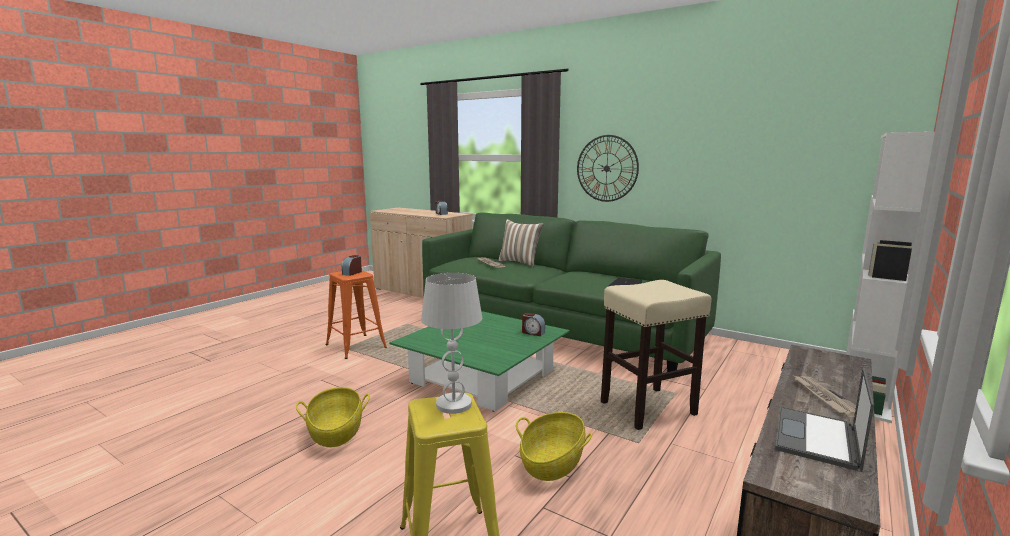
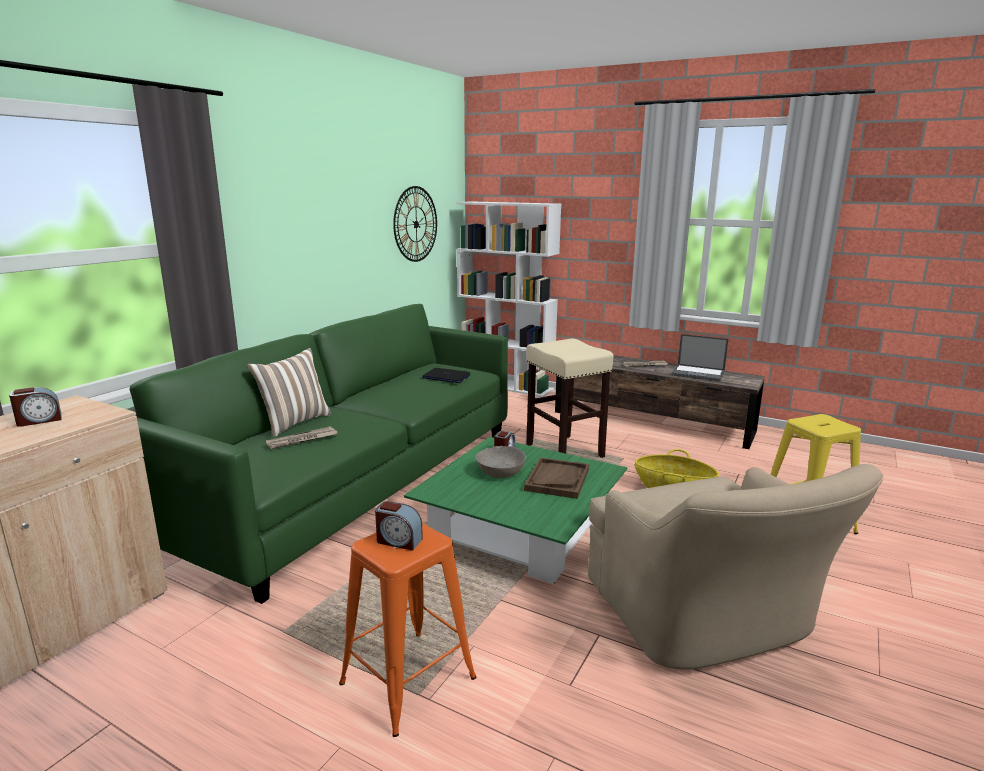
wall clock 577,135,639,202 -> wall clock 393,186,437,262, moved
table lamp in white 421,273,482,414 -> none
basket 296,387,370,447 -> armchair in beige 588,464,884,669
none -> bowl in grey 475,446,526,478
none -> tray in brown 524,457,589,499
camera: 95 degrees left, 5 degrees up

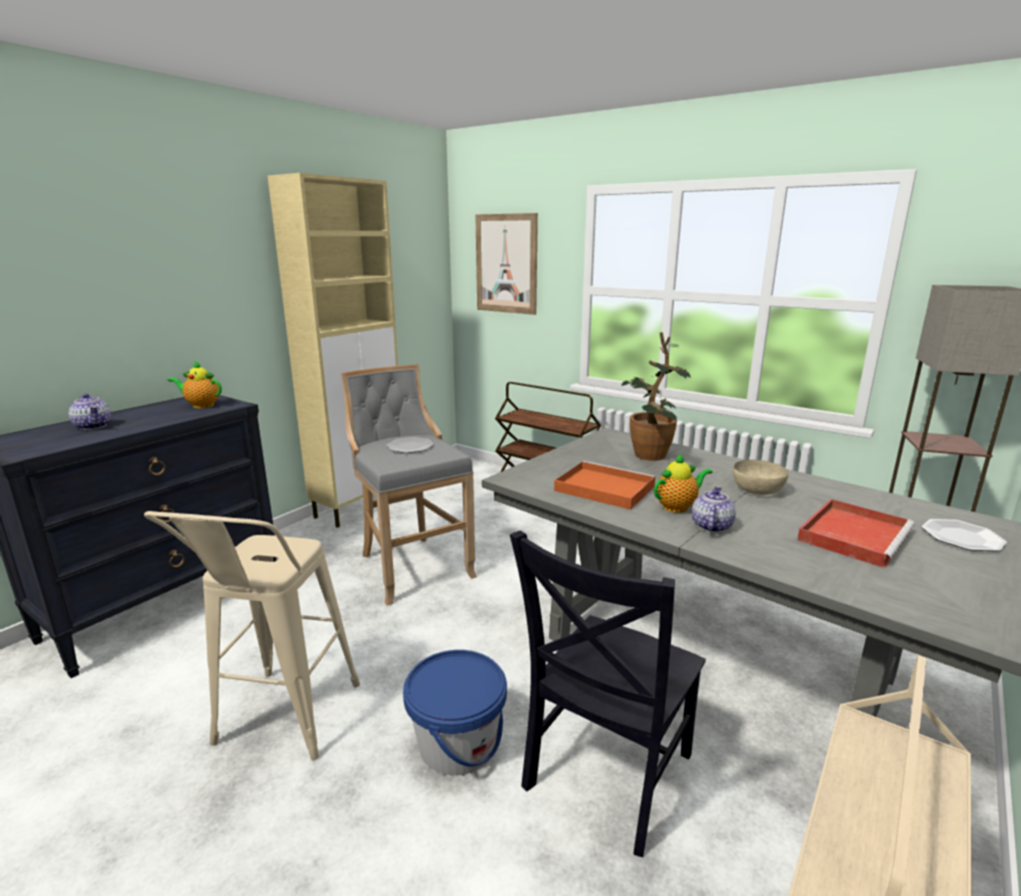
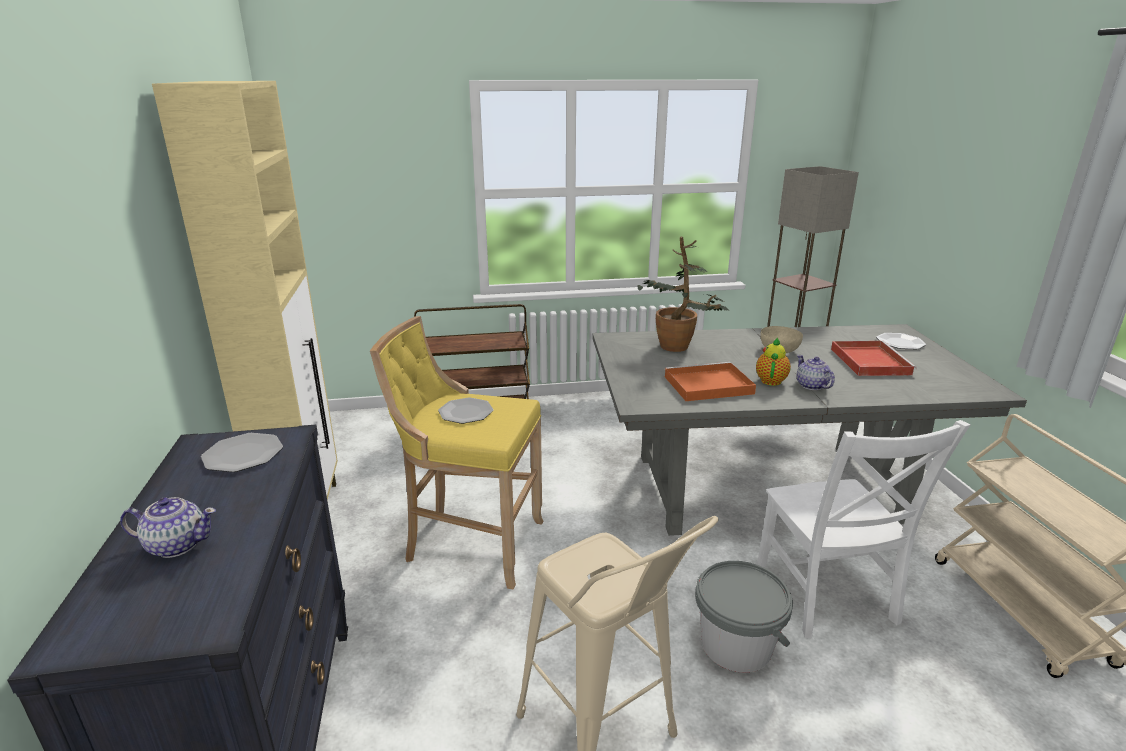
picture 475,213,538,315 -> none
teapot 168,361,222,408 -> plate 201,433,283,472
stool in grey 341,364,477,606 -> stool in yellow 370,316,543,590
chair in black 510,530,706,857 -> chair in white 757,420,970,638
bucket in blue 403,650,507,776 -> bucket in grey 695,561,793,673
camera: 45 degrees left, 5 degrees up

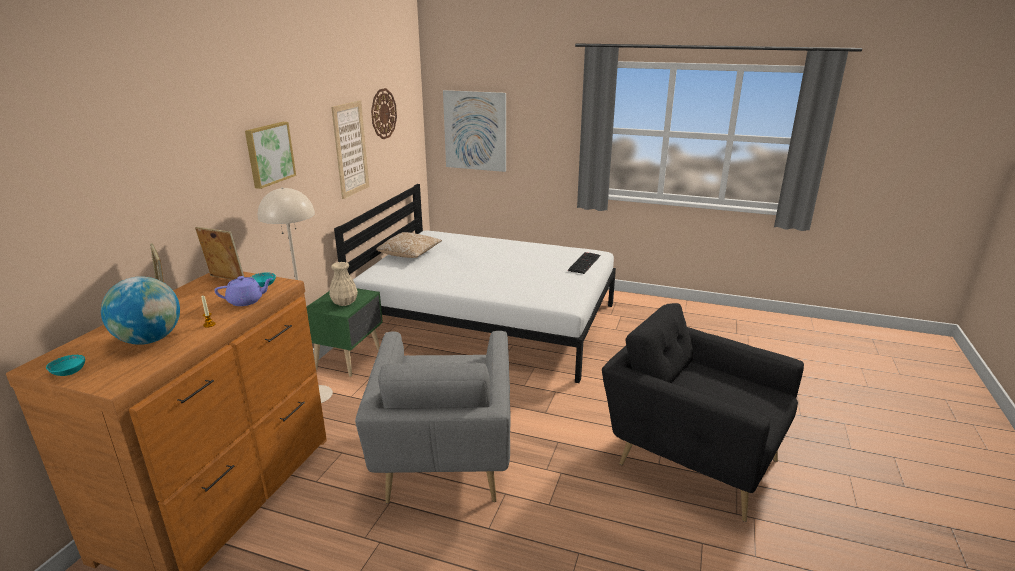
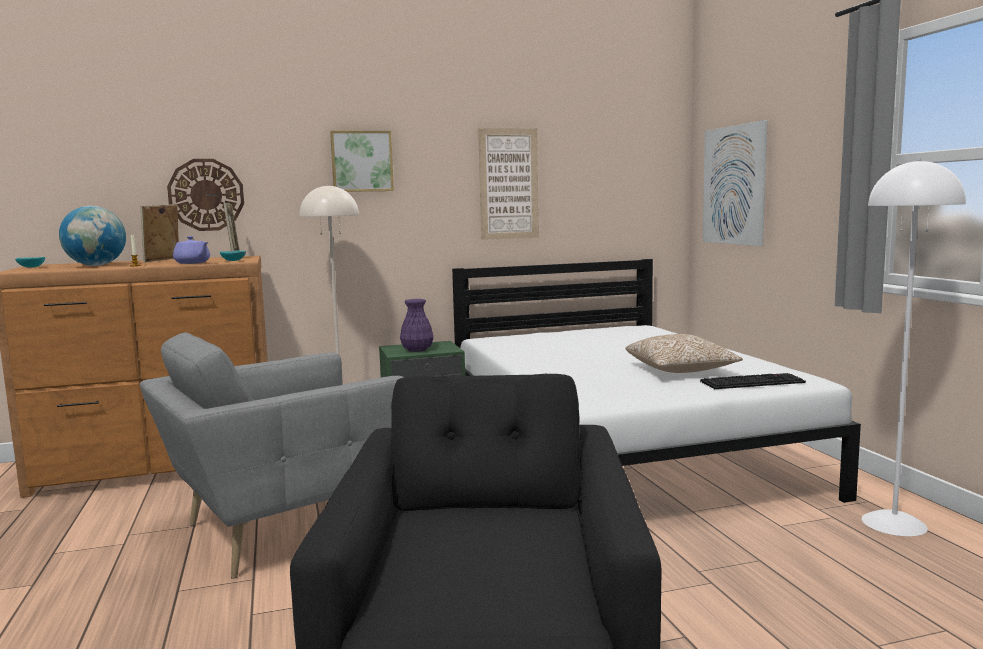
wall clock 371,88,397,139 -> wall clock 167,159,244,231, moved
pillow 376,232,442,258 -> pillow 626,334,743,373, moved
vase in beige 329,262,358,306 -> vase in purple 400,299,434,352
none -> floor lamp in white 862,159,966,536
camera: 55 degrees right, 15 degrees down

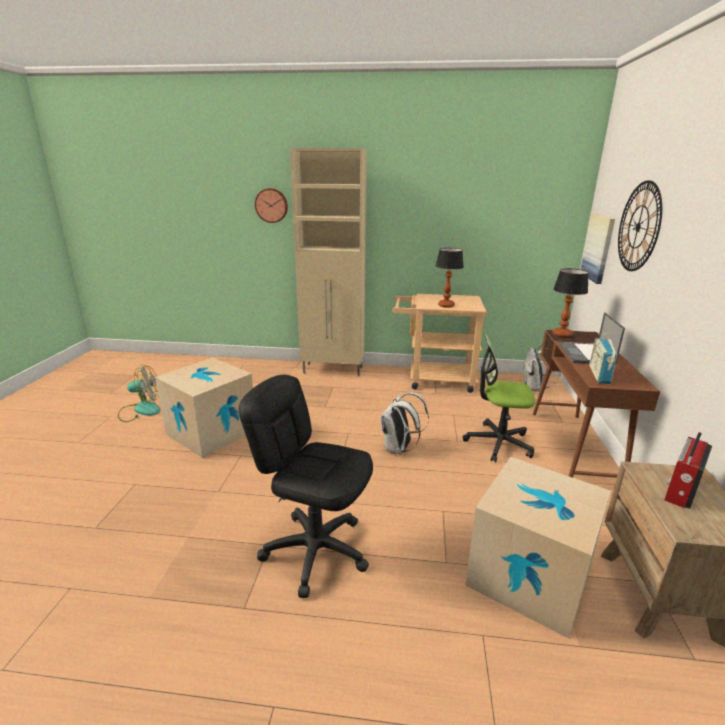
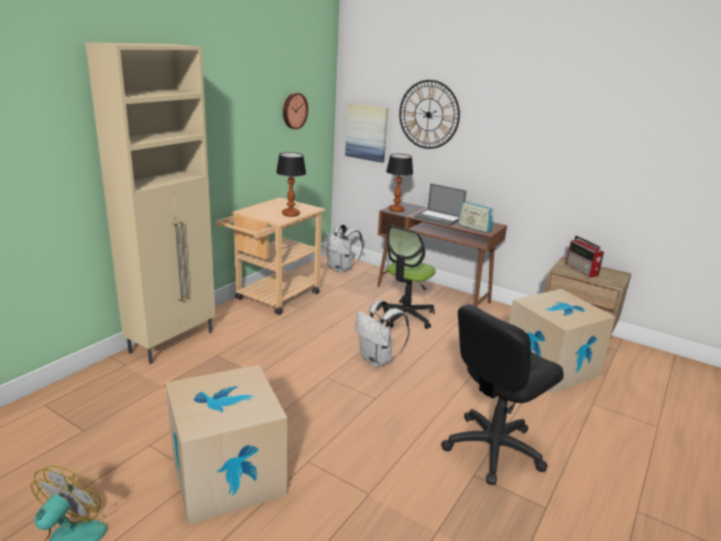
wall clock 255,188,288,223 -> wall clock 283,93,308,129, moved
camera: 65 degrees left, 0 degrees up

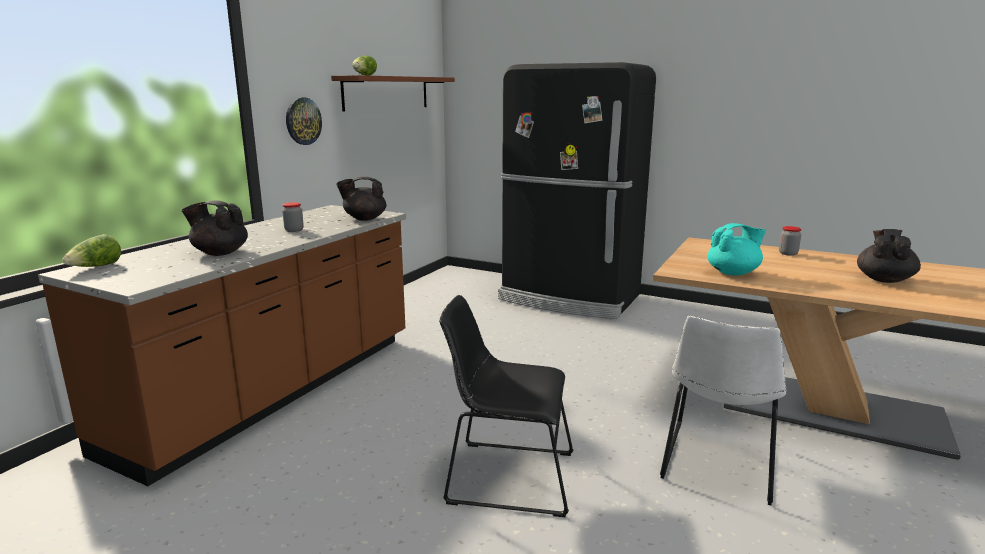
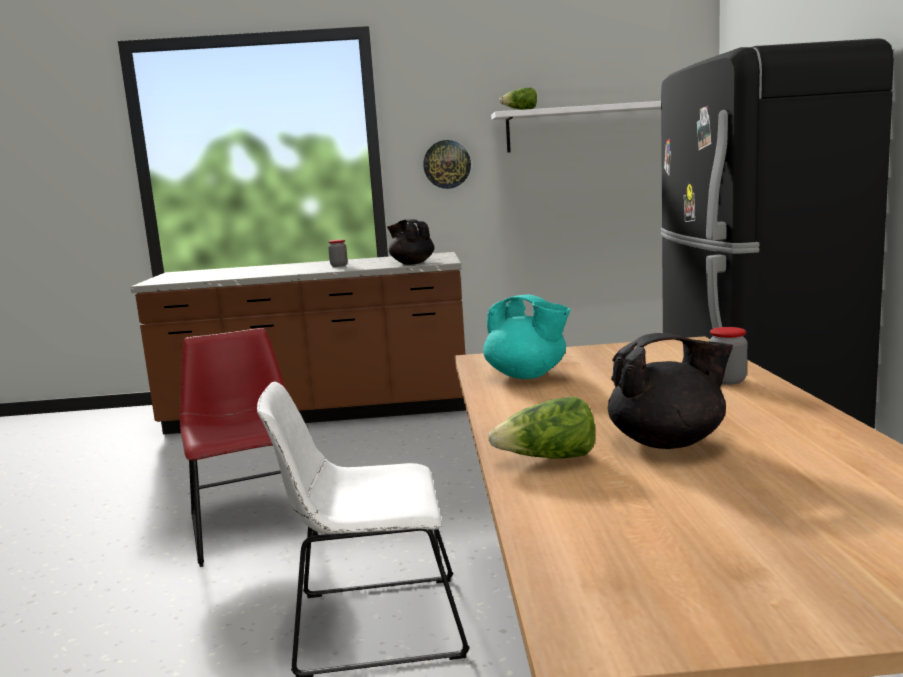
shelf in brown 331,75,455,112 -> shelf in white 491,101,661,153
teapot in black 182,200,248,256 -> none
lettuce 62,234,121,267 -> lettuce 488,396,595,459, moved
chair in black 439,295,574,518 -> chair in red 180,328,318,567
camera: 60 degrees right, 5 degrees down

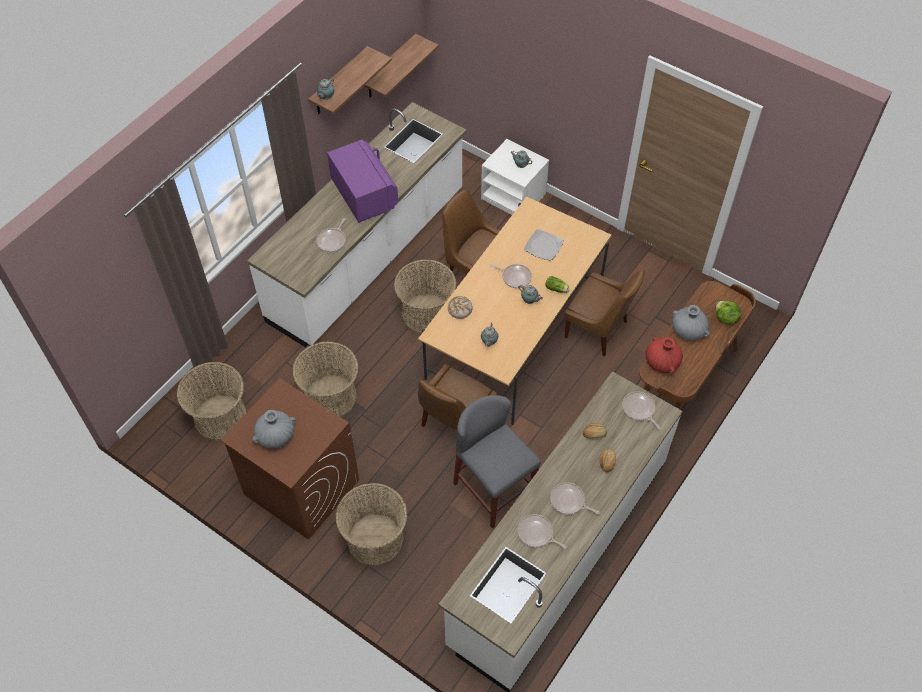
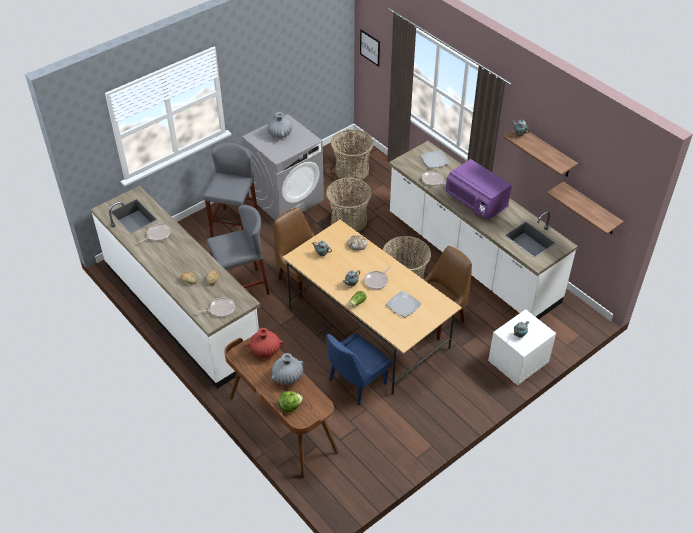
microwave in purple 327,139,398,223 -> microwave in purple 445,159,512,219, 60 degrees clockwise
chair in brown 565,269,644,356 -> chair in blue 326,332,391,405
washing machine in brown 221,378,359,540 -> washing machine in grey 242,114,324,220
frying pan 550,482,600,514 -> none
basket 335,483,407,567 -> stool in grey 203,143,258,237
none -> picture 360,29,380,67
none -> plate 421,150,450,168
camera: 105 degrees right, 10 degrees down

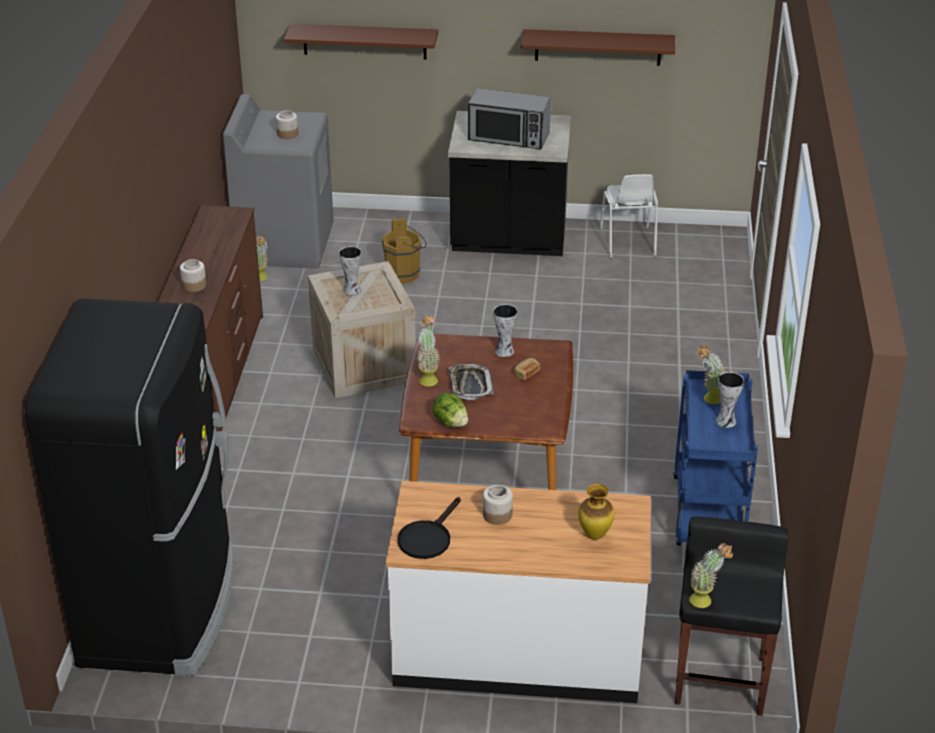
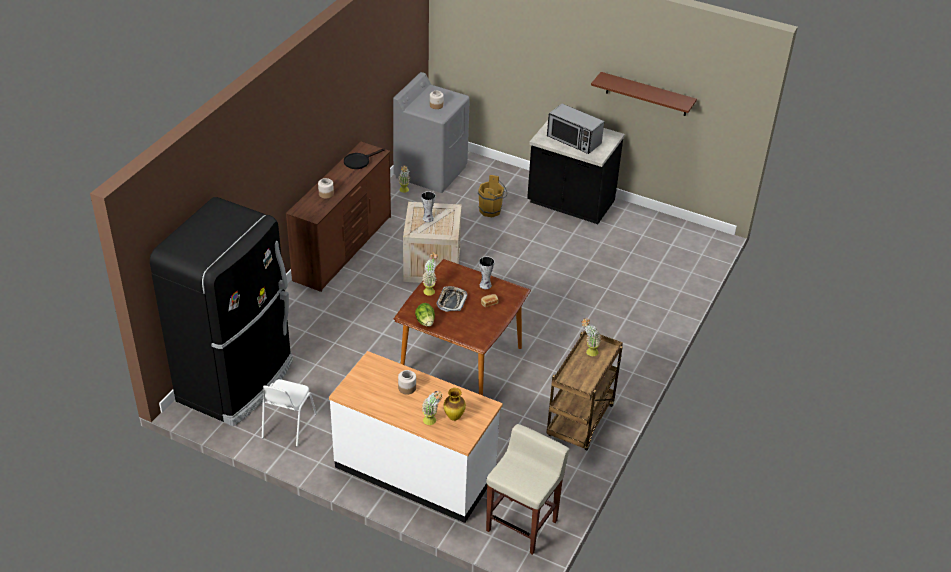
shelf in brown 284,24,438,60 -> none
chair in white 600,174,658,258 -> chair in white 262,379,317,447, moved
cart in blue 673,370,758,546 -> cart in brown 546,330,623,450
vase 716,372,744,428 -> none
frying pan in black 398,497,461,559 -> frying pan in black 344,148,385,169, moved
stool in black 675,517,788,716 -> stool in beige 486,424,570,555
potted plant 689,543,733,608 -> potted plant 422,390,443,425, moved
camera: 20 degrees right, 5 degrees up

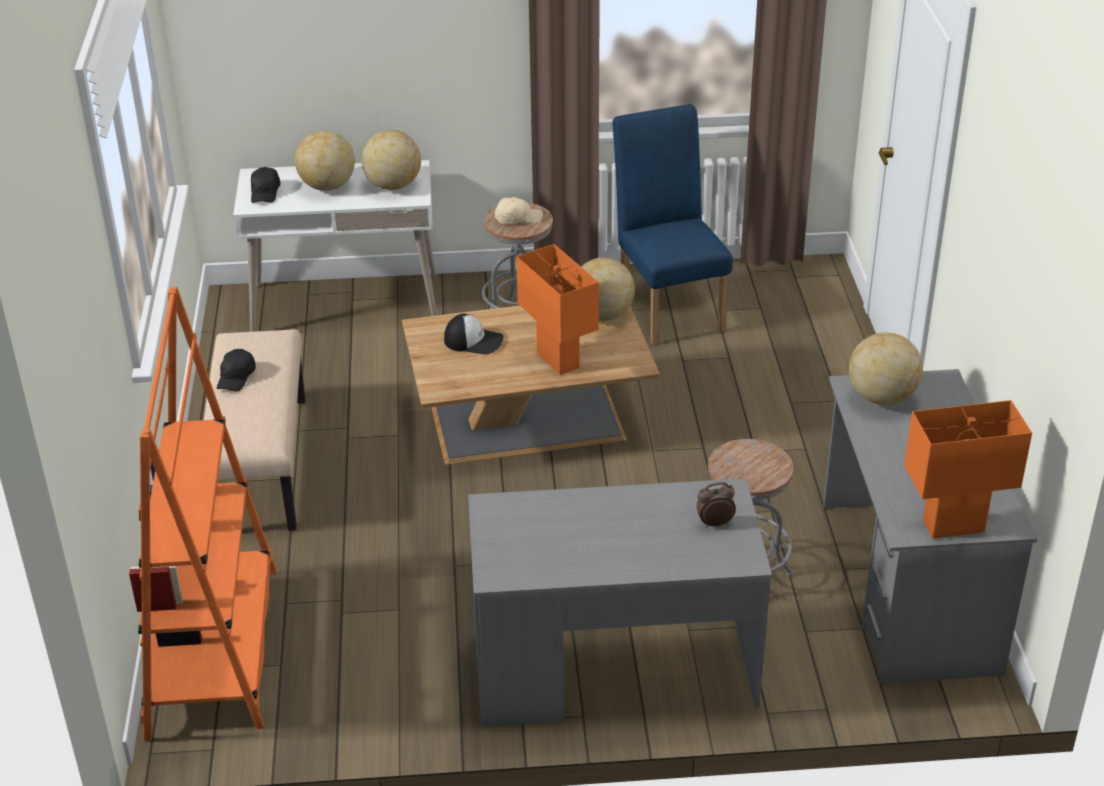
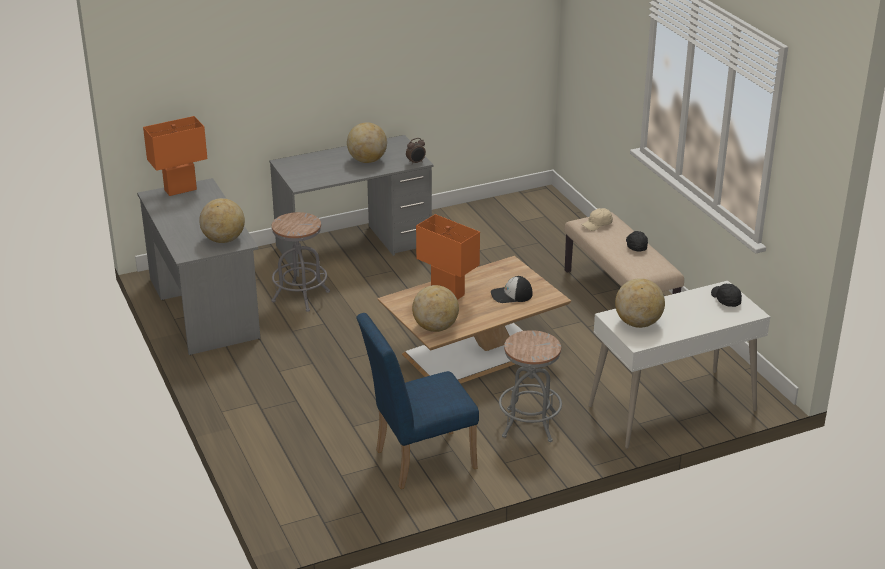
chair in blue 612,104,733,346 -> chair in blue 356,313,479,489, 105 degrees clockwise
globe 295,130,355,191 -> globe 347,122,387,163, moved
cap in beige 495,197,543,224 -> cap in beige 582,208,613,231, moved
bookcase in orange 129,287,277,741 -> none
alarm clock 697,482,736,528 -> alarm clock 406,138,426,165, moved
camera: 160 degrees right, 5 degrees down

